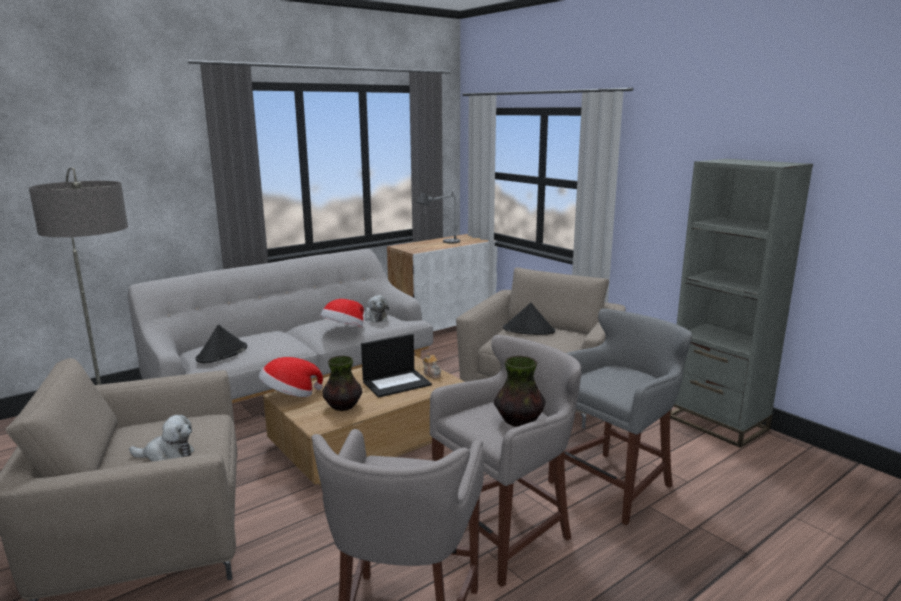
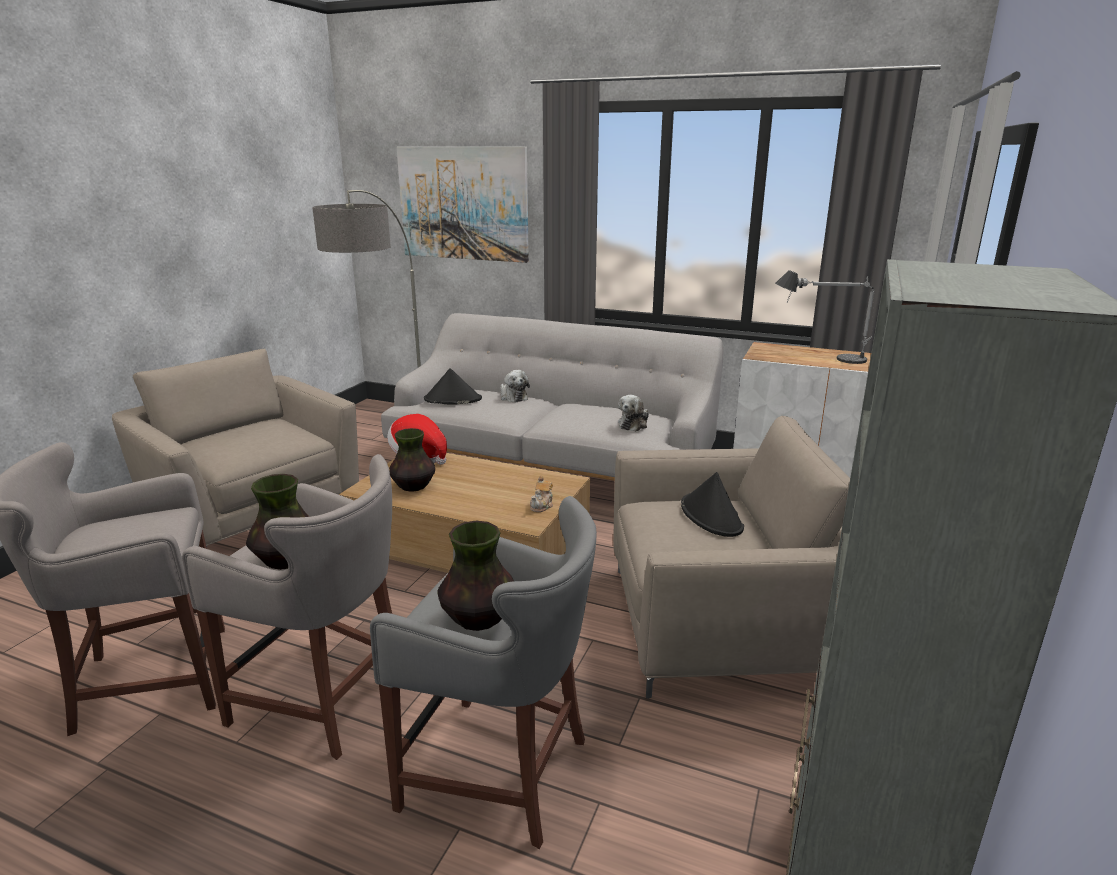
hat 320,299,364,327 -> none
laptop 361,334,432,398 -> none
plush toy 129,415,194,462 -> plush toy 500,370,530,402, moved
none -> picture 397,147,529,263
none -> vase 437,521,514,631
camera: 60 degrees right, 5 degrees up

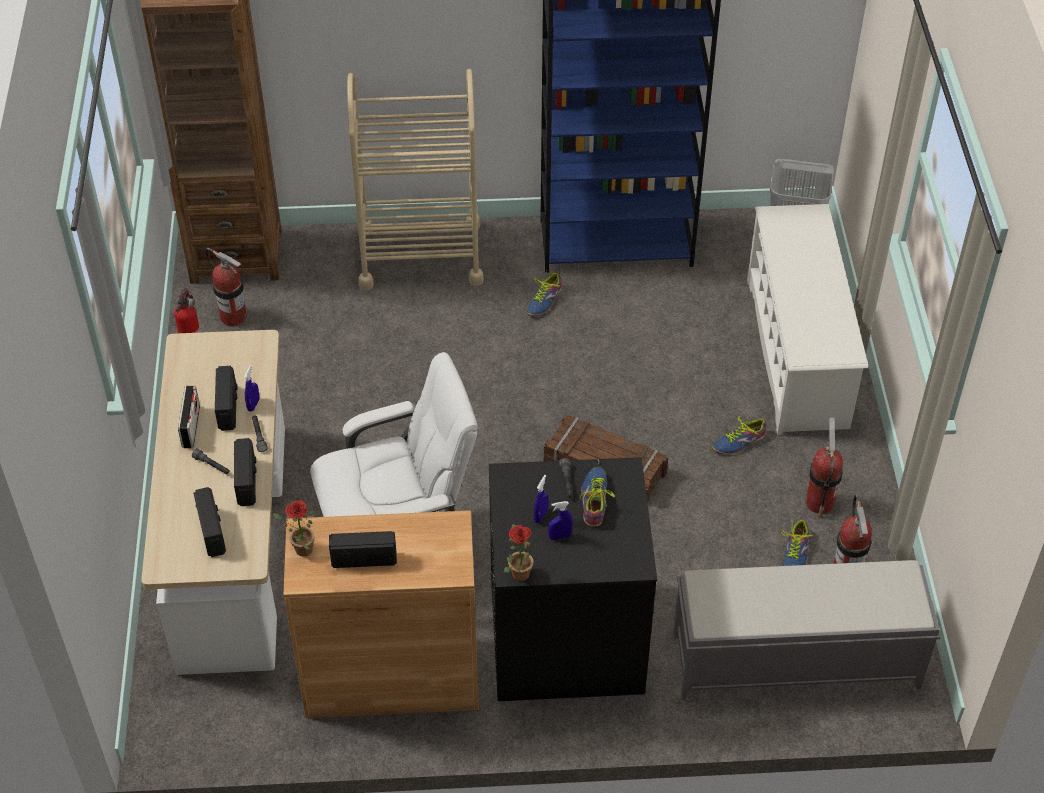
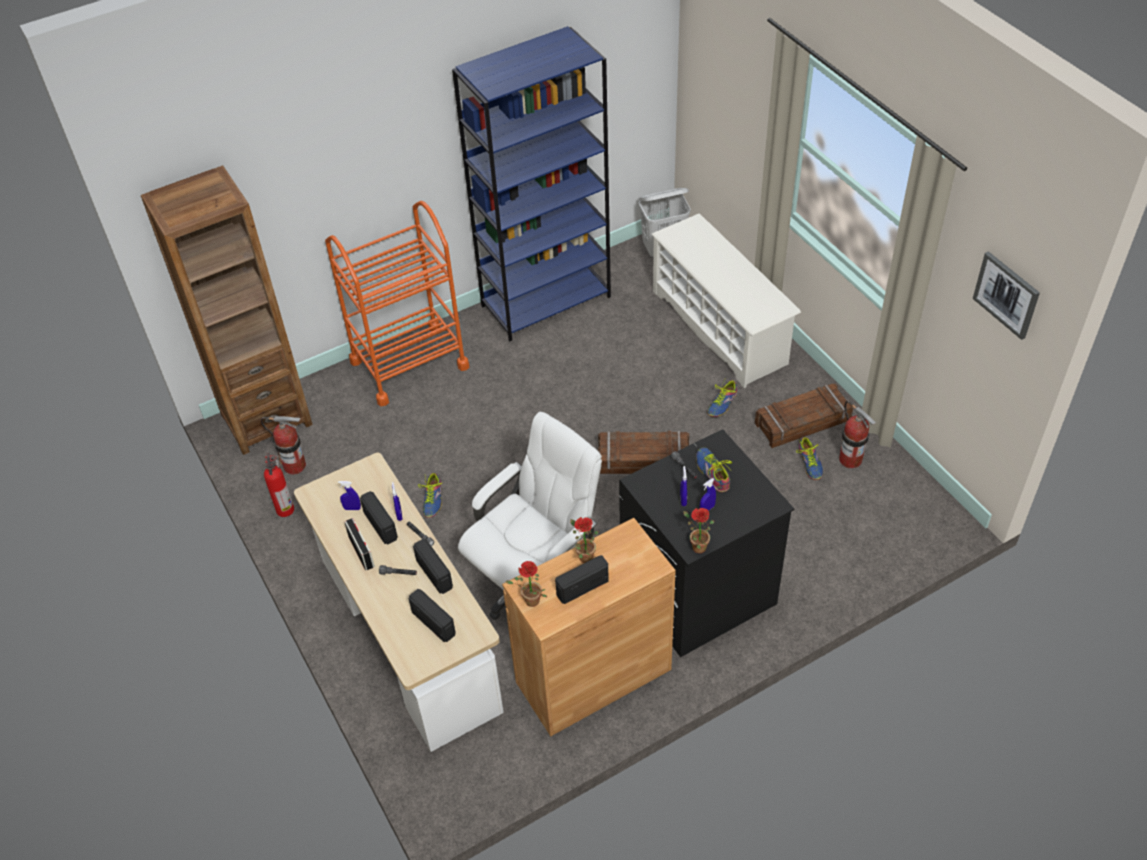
cart in beige 347,69,484,290 -> cart in orange 325,201,470,406
shoe 526,270,562,316 -> shoe 418,473,442,518, moved
fire extinguisher 805,417,843,518 -> crate 755,384,853,448
bench in grey 673,560,940,701 -> none
none -> picture 973,251,1040,340
none -> spray bottle in blue 338,481,361,510
none -> potted plant 570,517,599,563
camera: 25 degrees left, 0 degrees up

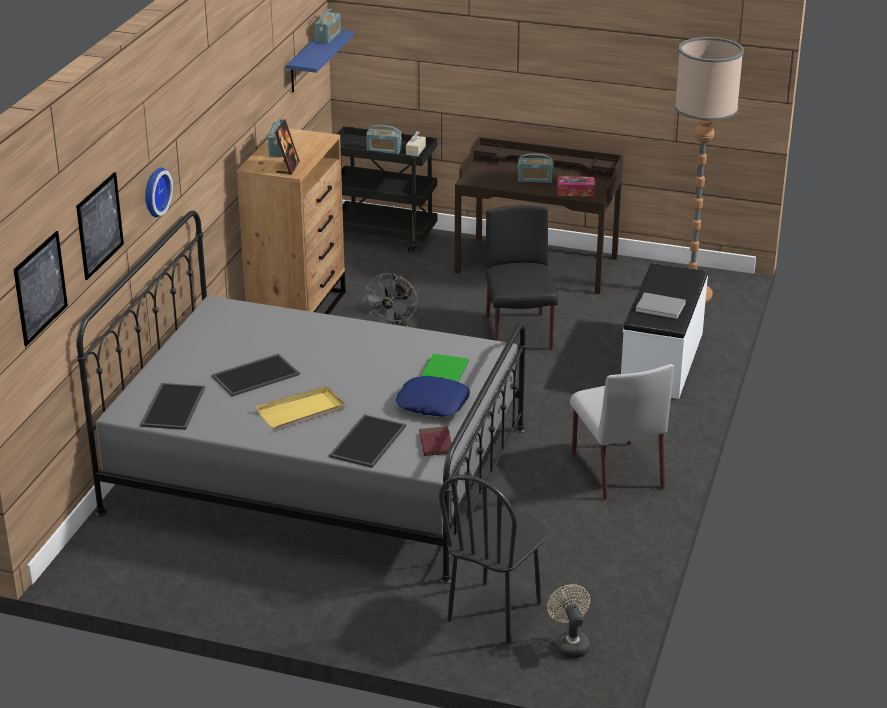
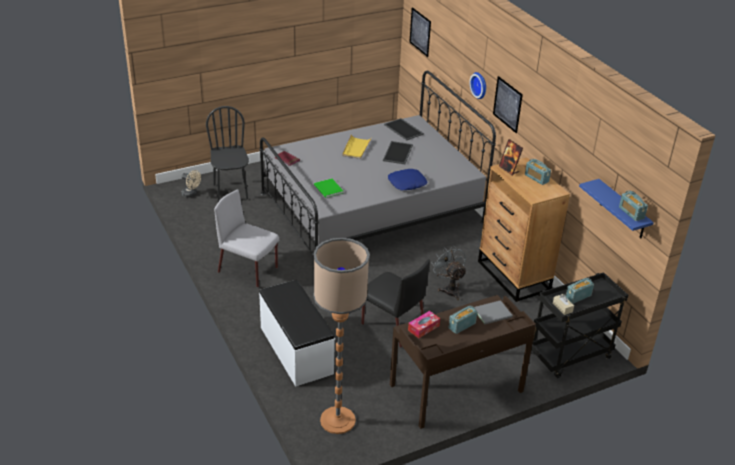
picture 76,172,124,280 -> picture 493,76,523,133, moved
book in grey 635,292,686,319 -> book in grey 474,300,513,324, moved
pillow in blue 395,376,470,417 -> pillow in blue 388,169,427,191, moved
tray 329,414,406,468 -> none
camera: 135 degrees right, 5 degrees up

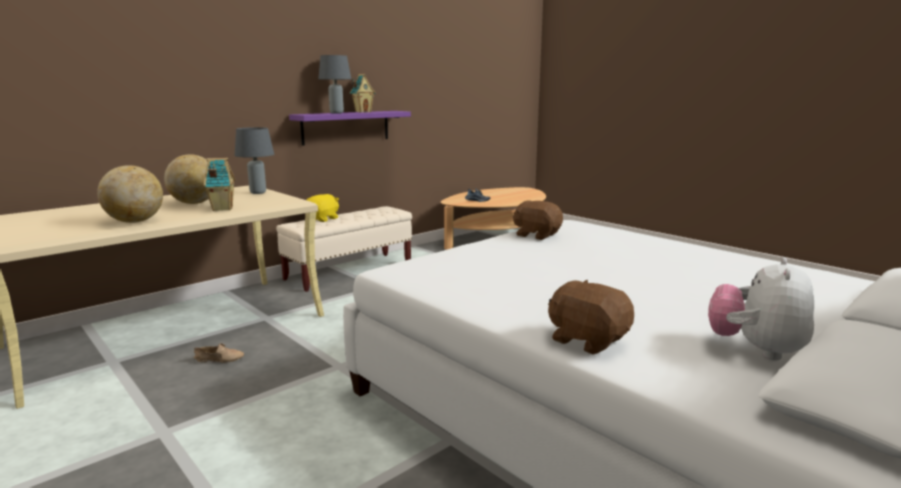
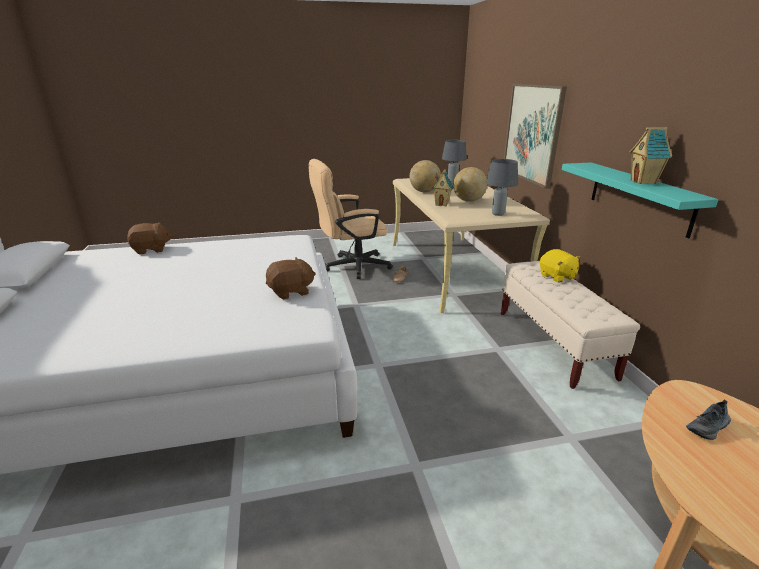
table lamp in grey 318,55,351,114 -> table lamp in grey 442,140,467,184, moved
shelf in purple 289,111,411,146 -> shelf in turquoise 562,162,718,239
plush toy 708,257,814,360 -> none
none -> picture 504,84,567,189
none -> office chair in beige 308,159,393,279
camera: 120 degrees right, 10 degrees up

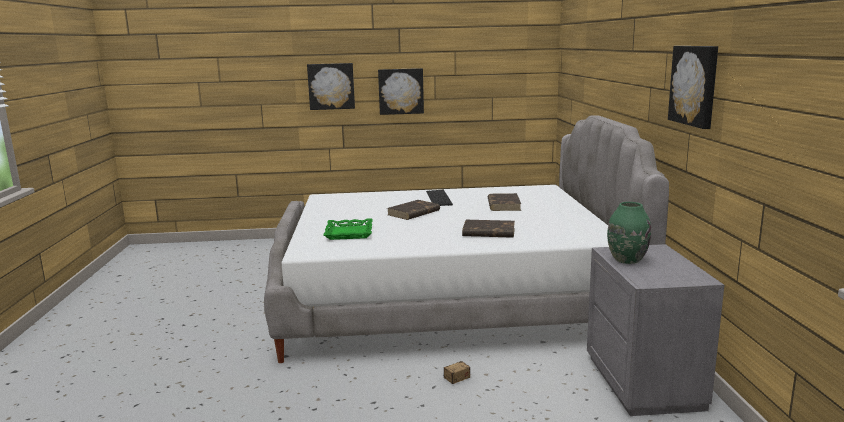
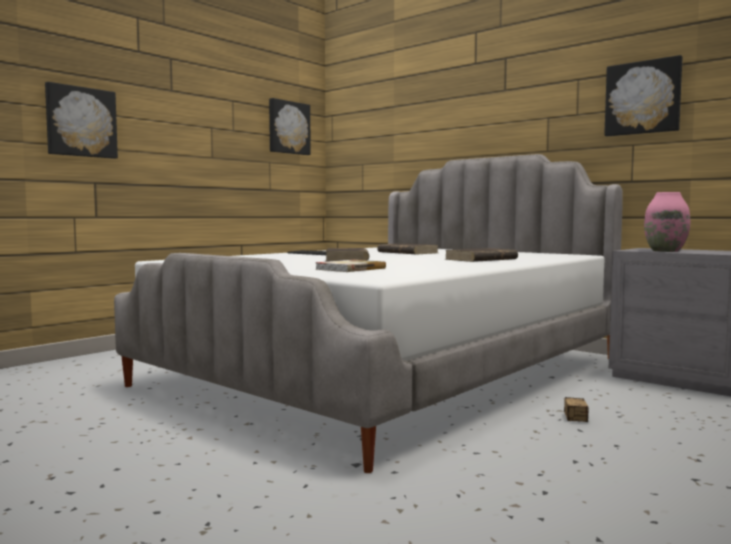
picture 378,68,424,115 -> picture 269,98,311,155, moved
vase in green 607,202,651,264 -> vase in pink 644,192,690,252
tray in green 323,218,373,240 -> book 315,260,386,272
camera: 45 degrees left, 10 degrees down

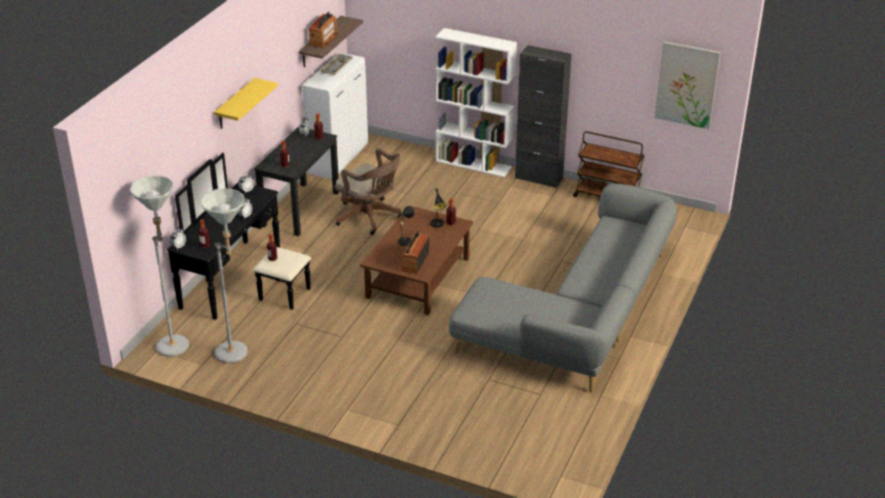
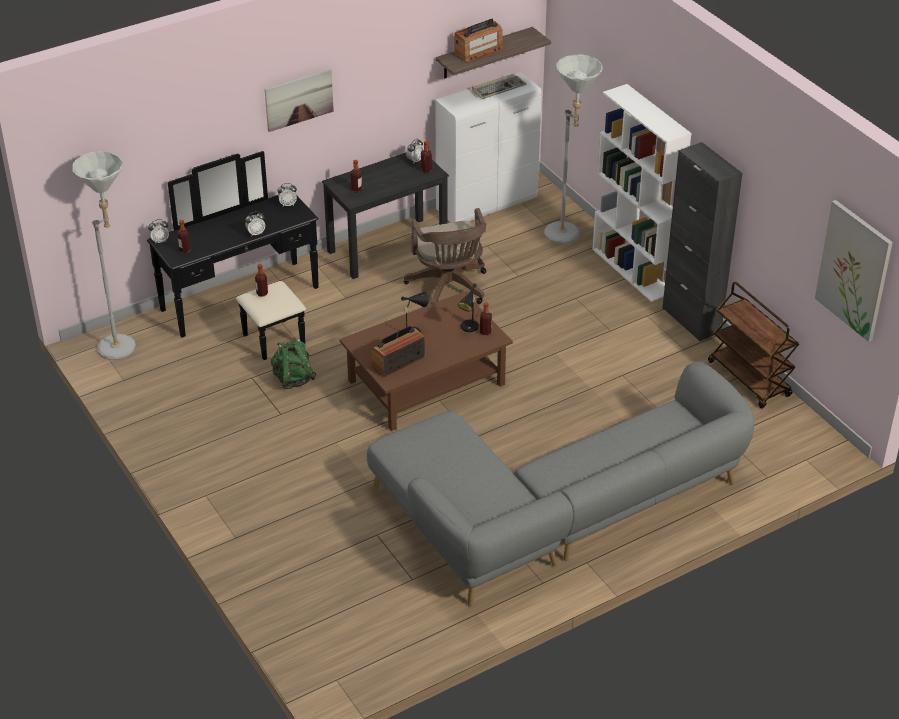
shelf in yellow 214,78,278,129 -> picture 265,69,334,132
floor lamp in grey 201,188,248,363 -> floor lamp in grey 544,54,603,244, moved
none -> backpack in green 271,339,316,389
camera: 35 degrees right, 5 degrees up

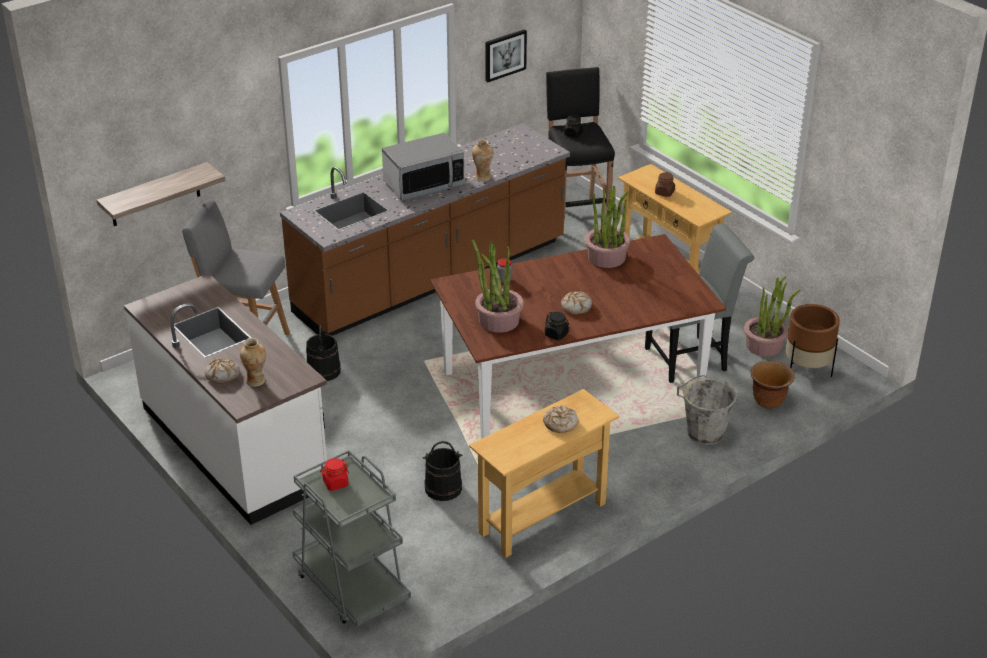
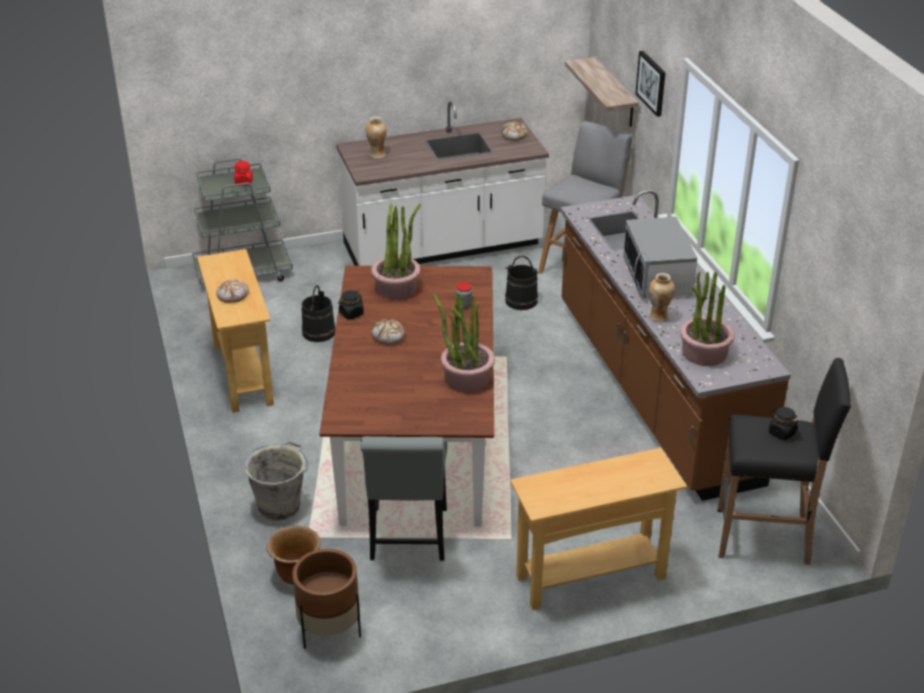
picture 485,29,527,82 -> picture 636,51,665,117, moved
jar in brown 655,172,675,197 -> none
potted plant 744,276,801,356 -> potted plant 680,271,735,366, moved
bread 205,358,240,384 -> bread 501,121,528,141, moved
camera: 110 degrees right, 0 degrees up

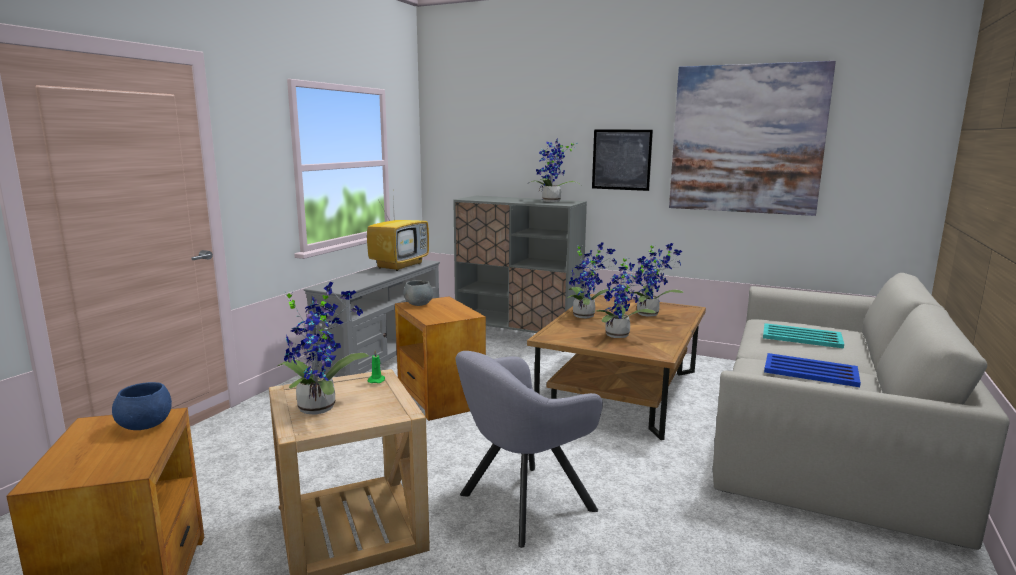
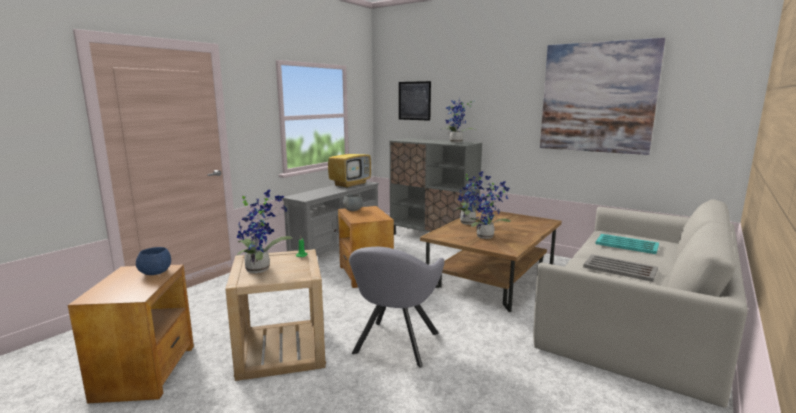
picture 592,130,653,191 -> picture 399,81,431,121, moved
potted plant 627,243,684,317 -> none
armchair in grey 456,351,603,548 -> armchair in grey 349,247,445,368, 45 degrees counterclockwise
tray in blue 764,353,861,387 -> tray in grey 583,254,658,282
camera: 10 degrees right, 0 degrees up

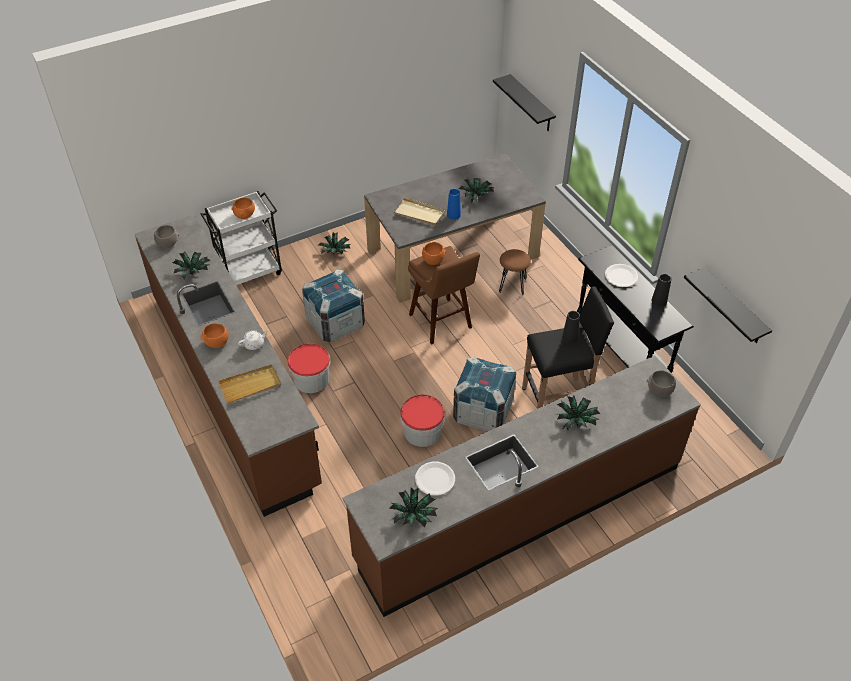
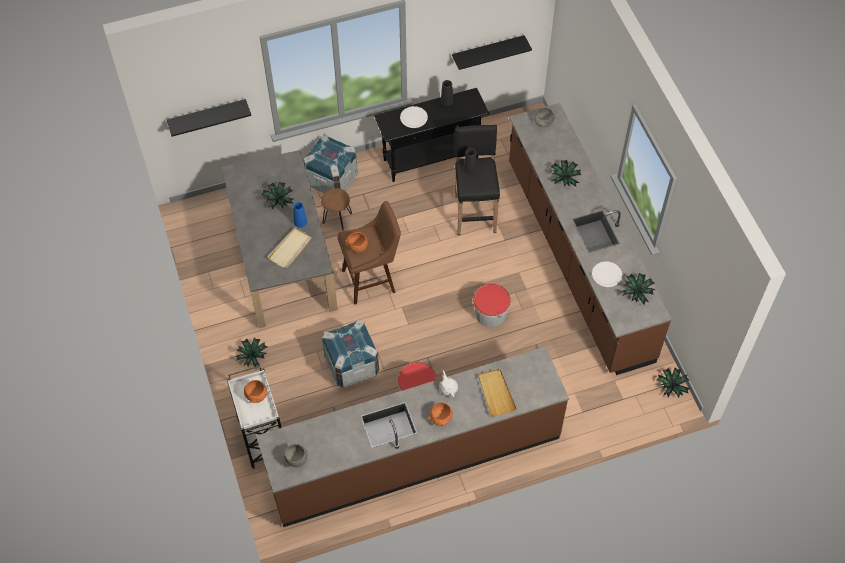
potted plant 173,251,211,280 -> potted plant 656,368,690,398, moved
crate 453,356,516,431 -> crate 303,135,358,193, moved
camera: 80 degrees left, 10 degrees up

